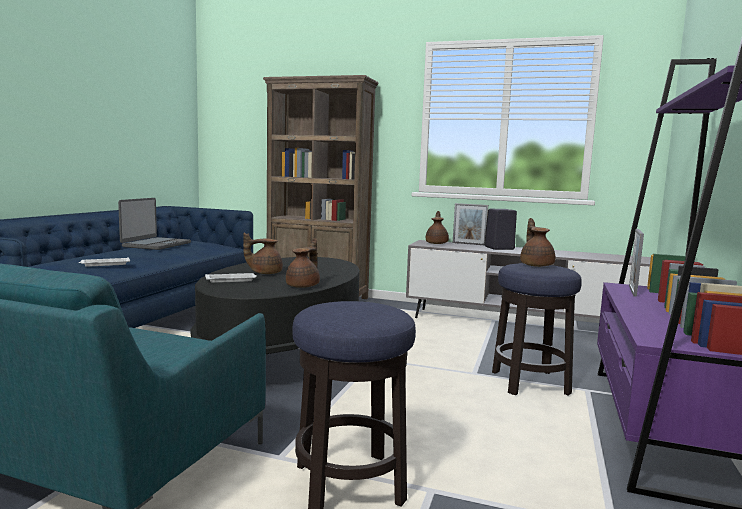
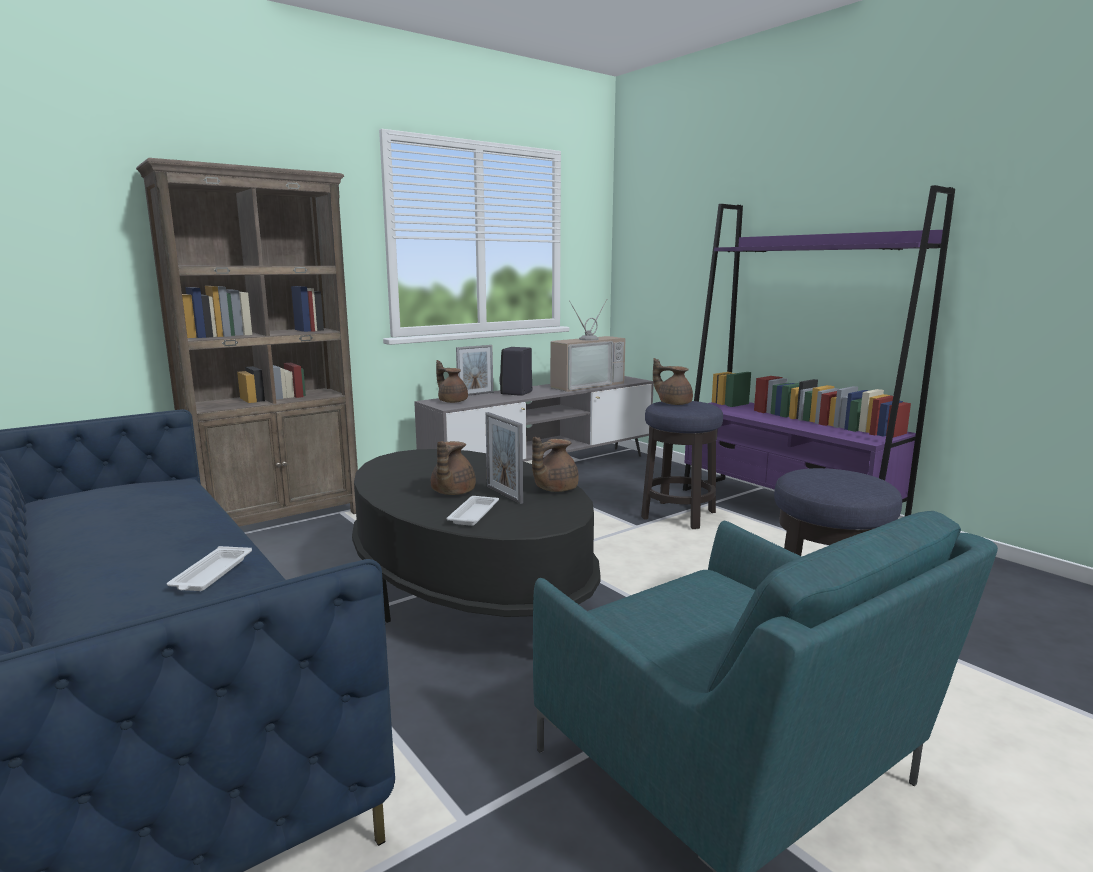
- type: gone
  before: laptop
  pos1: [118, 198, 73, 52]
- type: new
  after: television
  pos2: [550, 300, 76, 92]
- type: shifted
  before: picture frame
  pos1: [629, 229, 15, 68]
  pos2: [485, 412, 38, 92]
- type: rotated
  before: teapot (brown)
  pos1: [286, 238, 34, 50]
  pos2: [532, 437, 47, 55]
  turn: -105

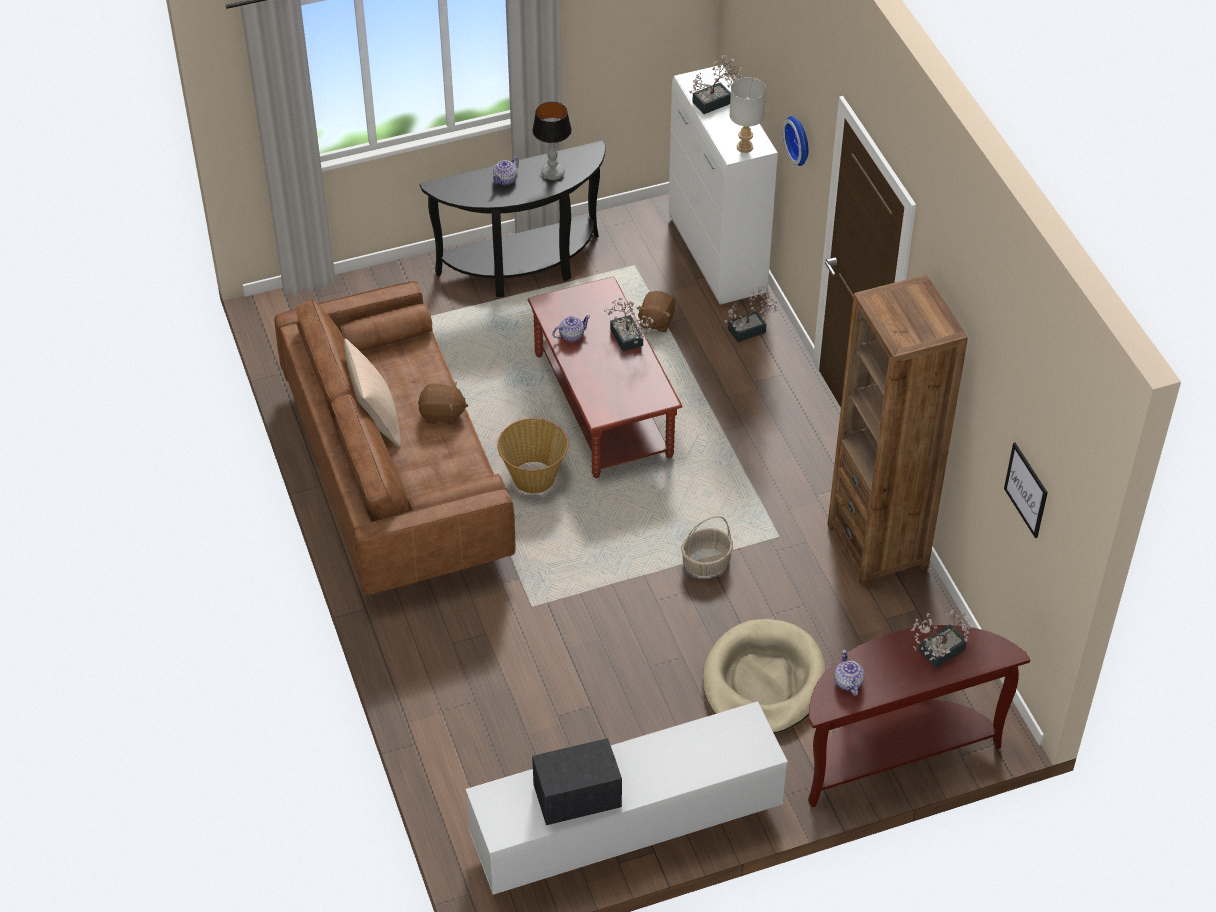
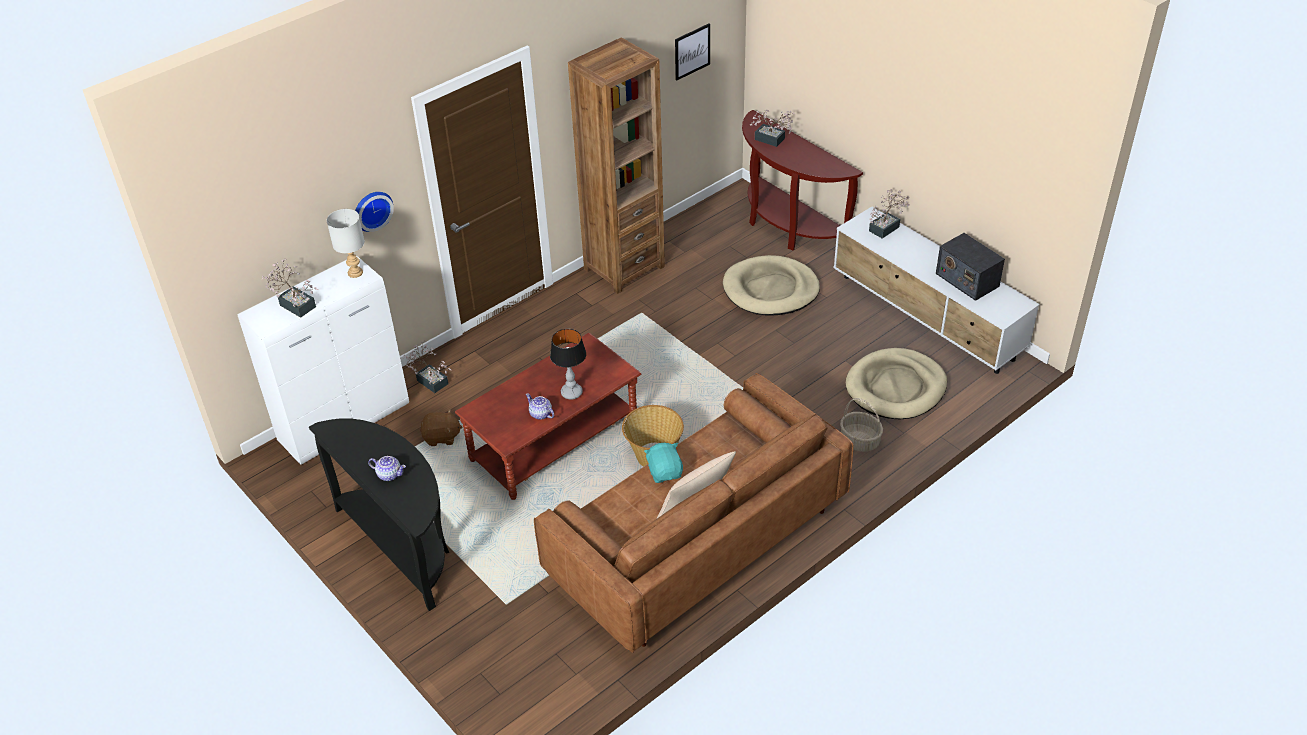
- type: gone
  before: teapot
  pos1: [834, 650, 31, 46]
- type: new
  after: dog bed (beige)
  pos2: [846, 348, 101, 71]
- type: shifted
  before: table lamp
  pos1: [532, 102, 40, 78]
  pos2: [550, 329, 36, 71]
- type: shifted
  before: potted plant
  pos1: [604, 298, 50, 53]
  pos2: [869, 189, 40, 50]
- type: shifted
  before: basket
  pos1: [681, 516, 52, 60]
  pos2: [840, 398, 43, 54]
- type: repainted
  before: plush toy (brown)
  after: plush toy (turquoise)
  pos1: [418, 382, 50, 43]
  pos2: [644, 443, 39, 40]

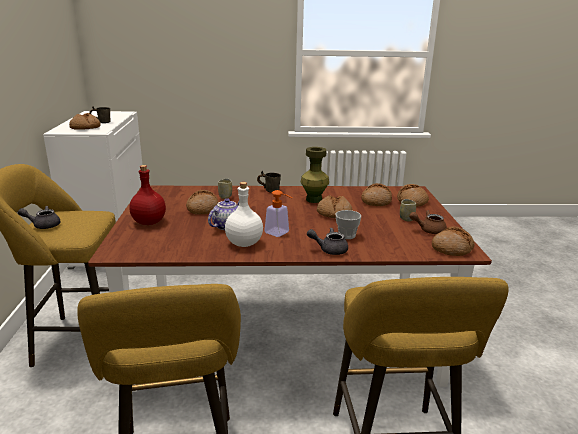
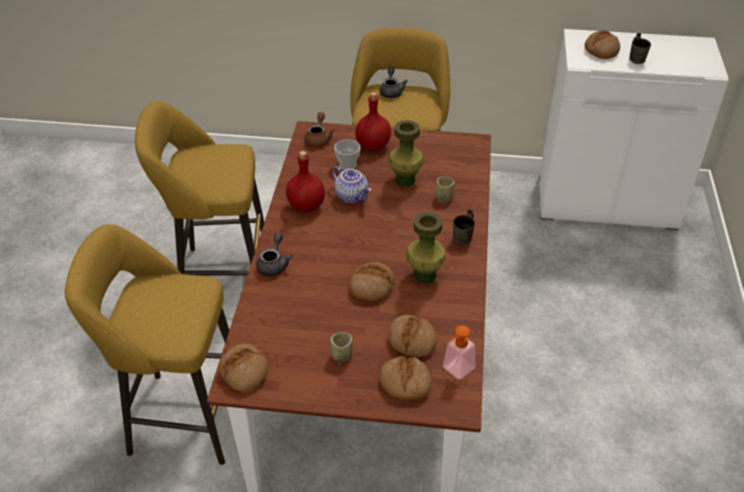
- type: shifted
  before: soap dispenser
  pos1: [264, 190, 28, 47]
  pos2: [443, 325, 32, 55]
- type: shifted
  before: cup
  pos1: [336, 210, 25, 29]
  pos2: [334, 139, 26, 31]
- type: shifted
  before: teapot (brown)
  pos1: [409, 210, 38, 24]
  pos2: [304, 112, 31, 35]
- type: swapped
  before: bread
  after: vase (green)
  pos1: [186, 190, 32, 24]
  pos2: [388, 120, 36, 66]
- type: repainted
  before: bottle (white)
  after: bottle (red)
  pos1: [225, 182, 38, 65]
  pos2: [286, 151, 39, 61]

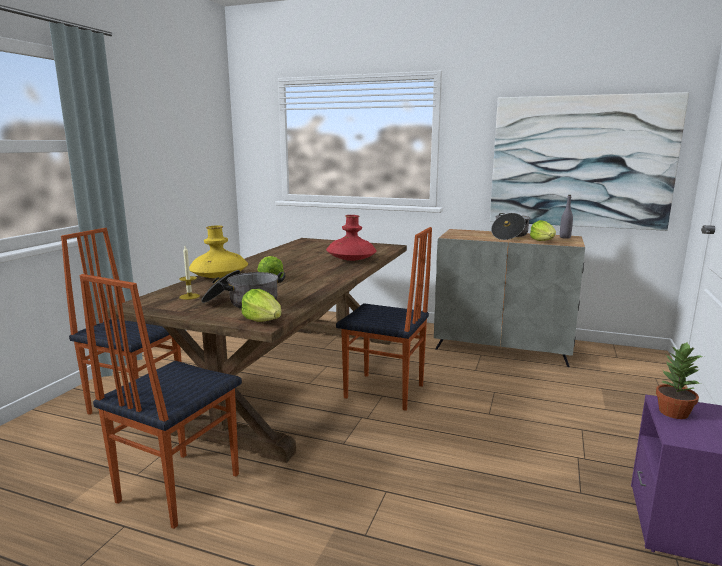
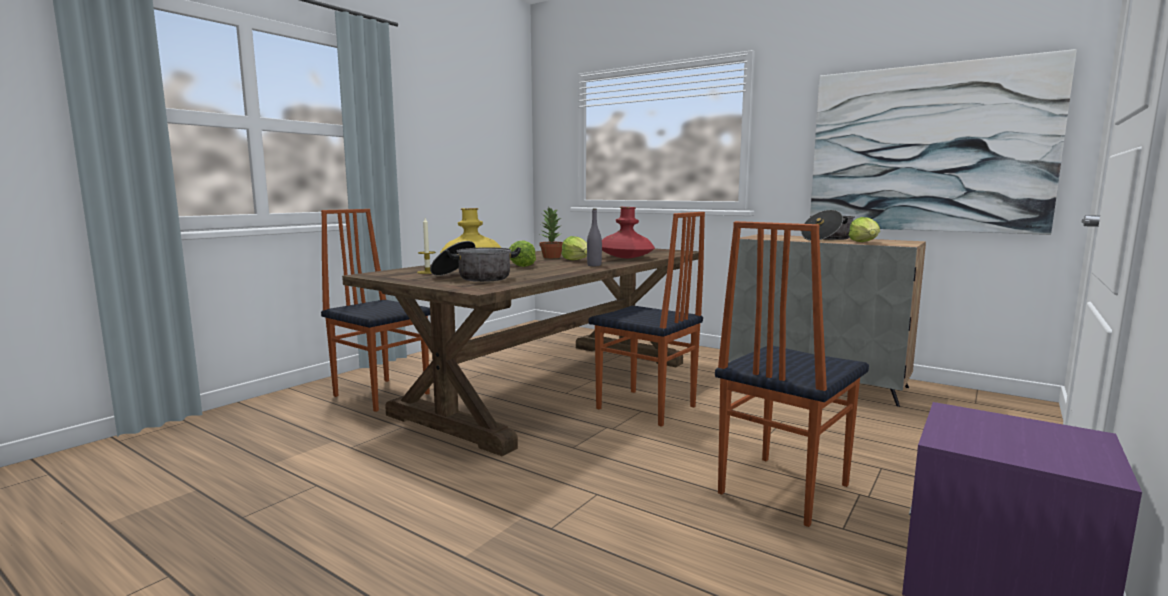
- type: shifted
  before: chair
  pos1: [79, 274, 163, 255]
  pos2: [715, 221, 154, 306]
- type: shifted
  before: lettuce
  pos1: [242, 289, 39, 33]
  pos2: [561, 236, 26, 24]
- type: shifted
  before: bottle (grey)
  pos1: [560, 195, 13, 44]
  pos2: [587, 208, 15, 58]
- type: shifted
  before: potted plant
  pos1: [656, 341, 47, 78]
  pos2: [539, 208, 24, 50]

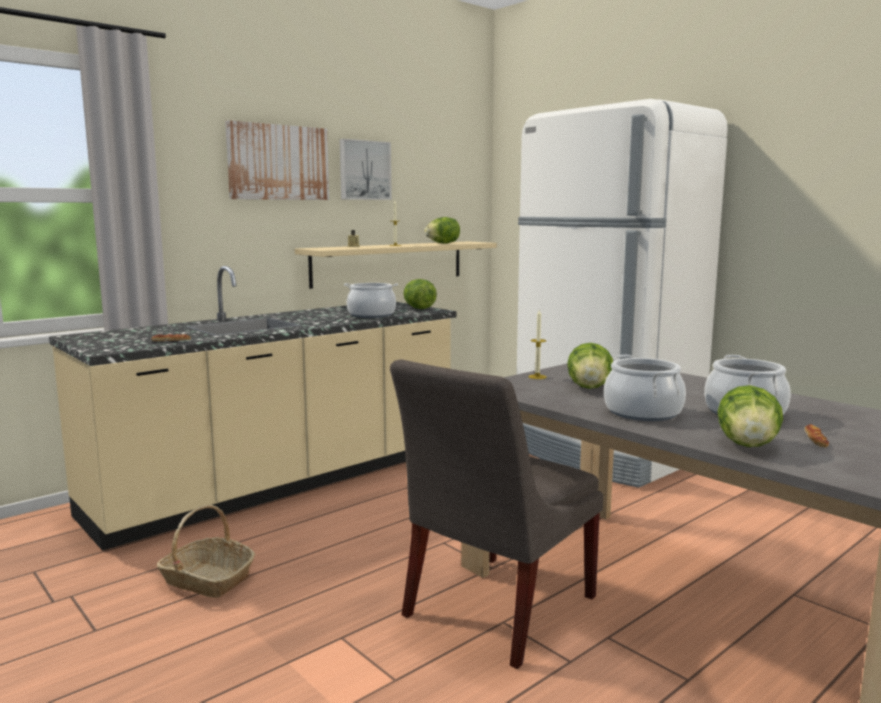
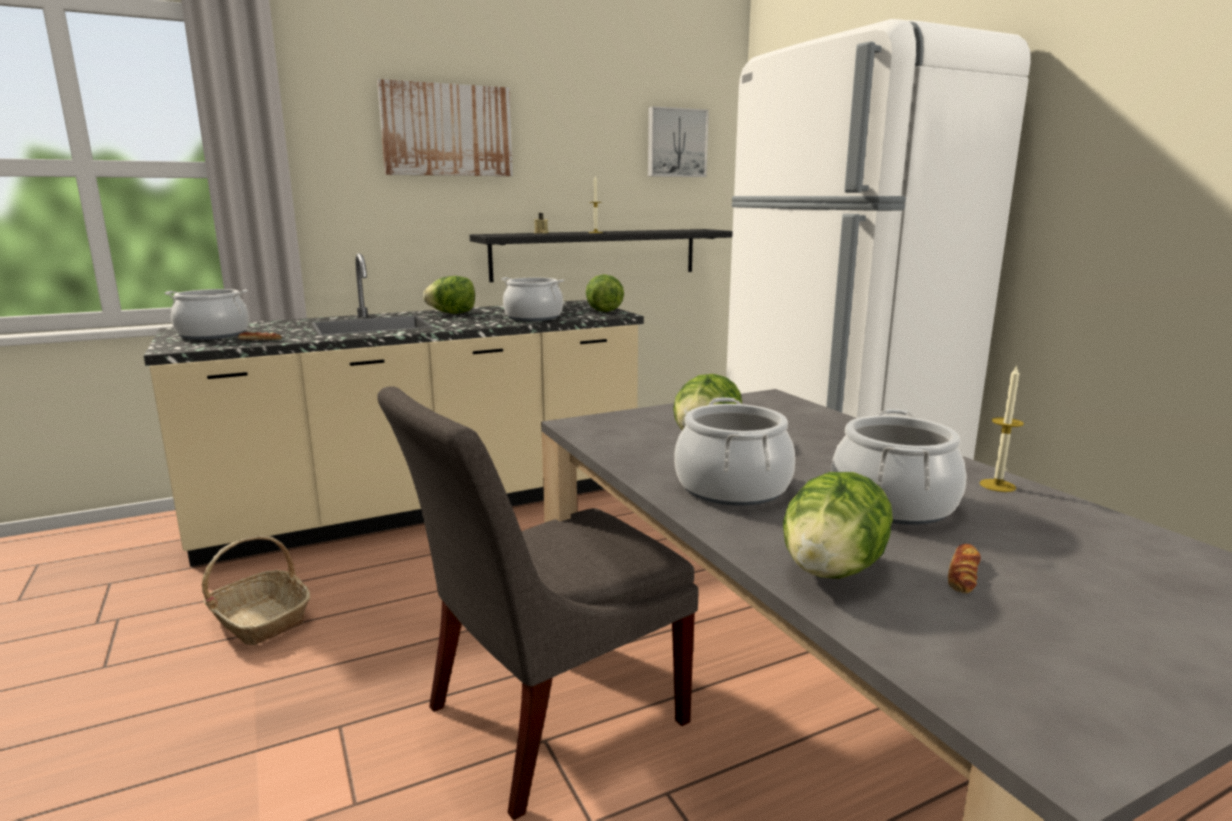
- type: new
  after: cooking pot
  pos2: [165, 289, 84, 51]
- type: shifted
  before: picture
  pos1: [340, 139, 52, 61]
  pos2: [648, 106, 61, 71]
- type: shifted
  before: lettuce
  pos1: [424, 217, 36, 27]
  pos2: [423, 276, 52, 38]
- type: shifted
  before: candle
  pos1: [528, 310, 19, 69]
  pos2: [980, 365, 44, 127]
- type: repainted
  before: shelf (beige)
  after: shelf (black)
  pos1: [295, 241, 202, 48]
  pos2: [470, 229, 263, 53]

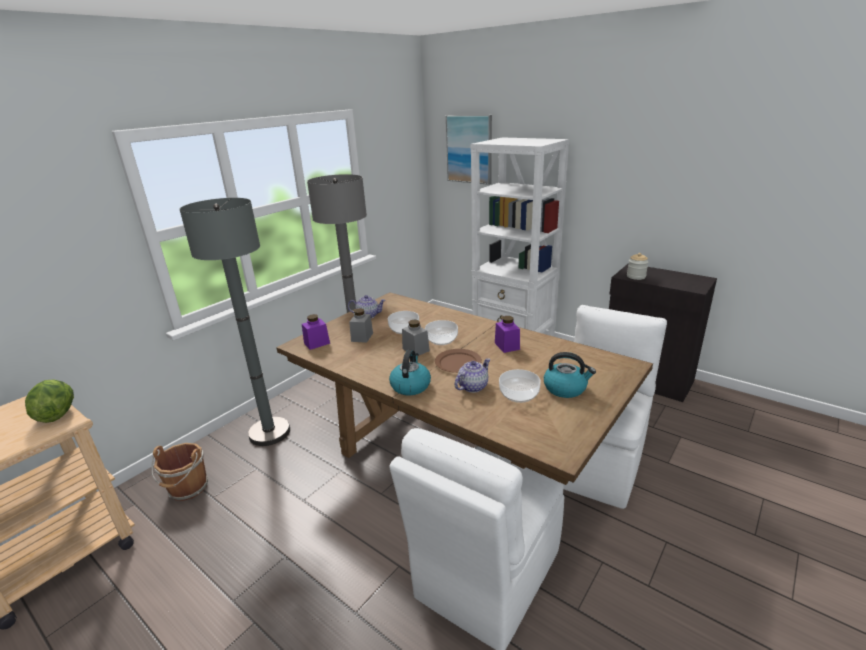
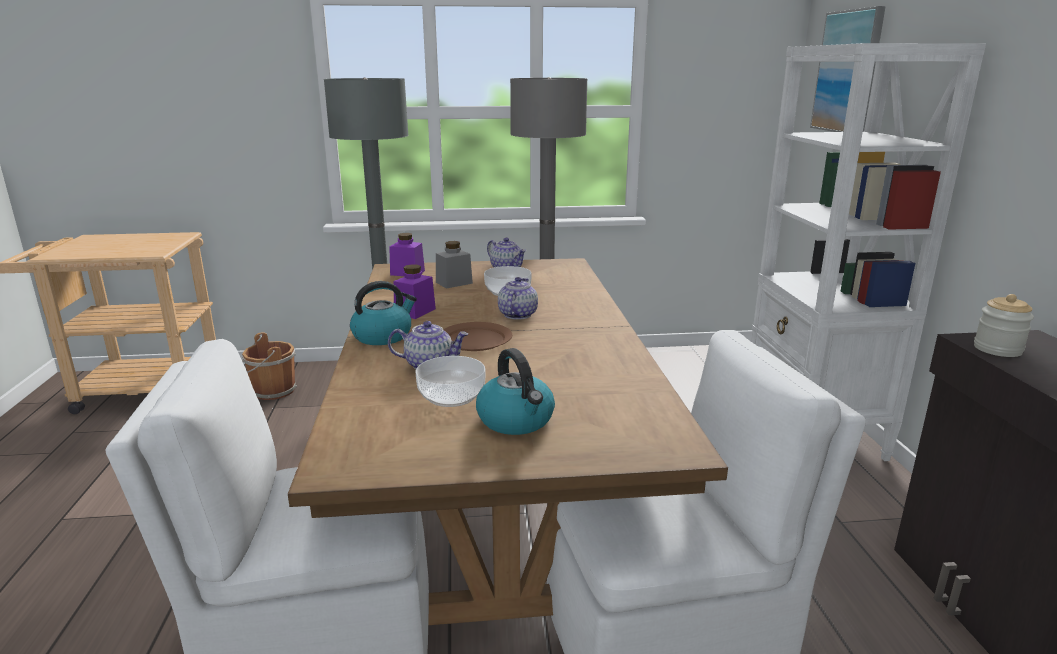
- type: gone
  before: lettuce
  pos1: [25, 380, 49, 43]
- type: gone
  before: jar (grey)
  pos1: [402, 320, 28, 36]
- type: shifted
  before: jar (purple)
  pos1: [495, 316, 25, 37]
  pos2: [393, 264, 43, 55]
- type: swapped
  before: bowl
  after: teapot
  pos1: [425, 320, 33, 25]
  pos2: [498, 277, 40, 43]

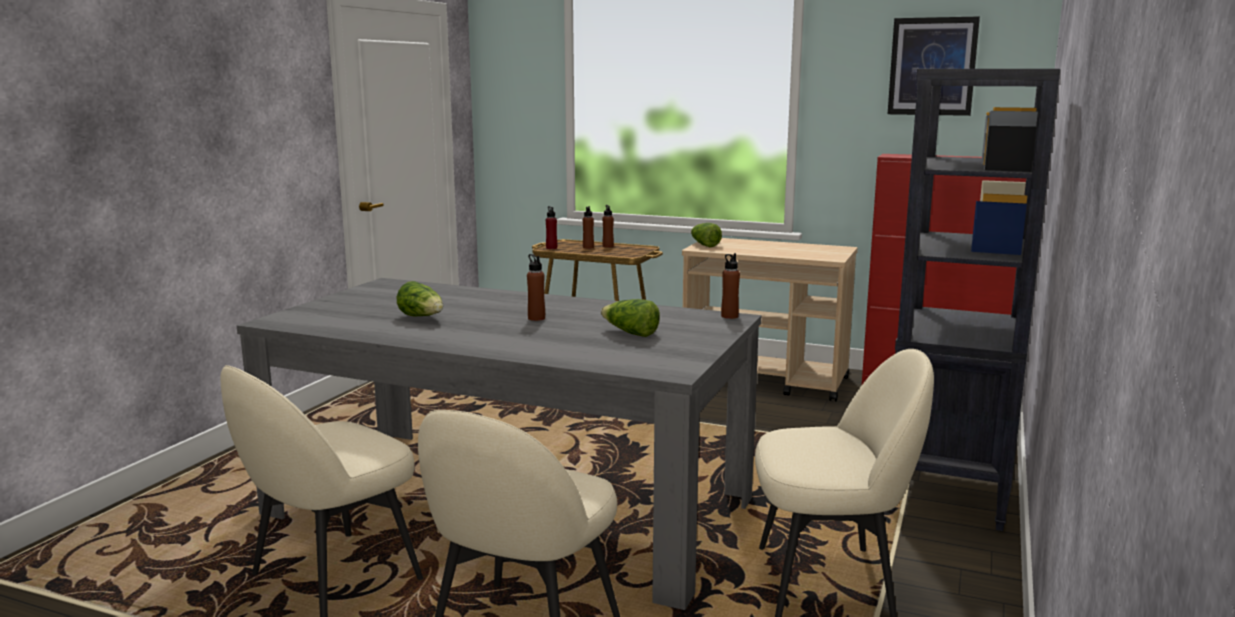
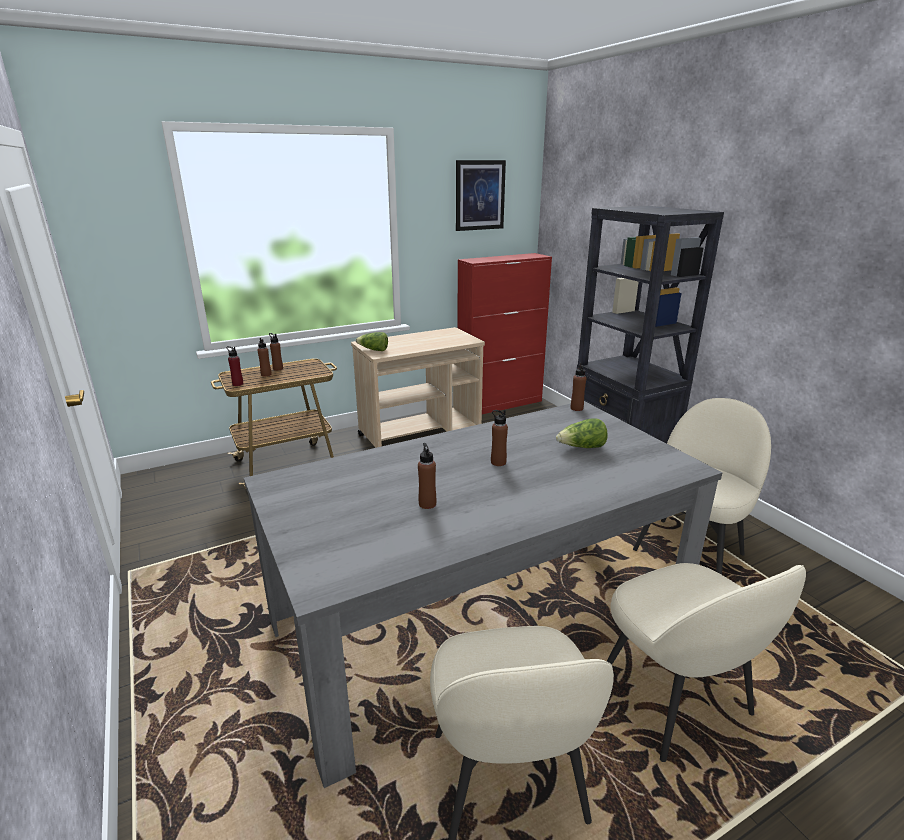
- type: swapped
  before: lettuce
  after: bottle (brown)
  pos1: [397, 281, 46, 35]
  pos2: [418, 443, 18, 66]

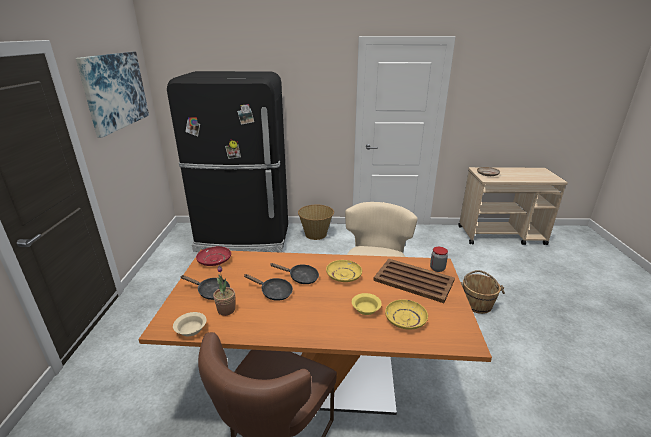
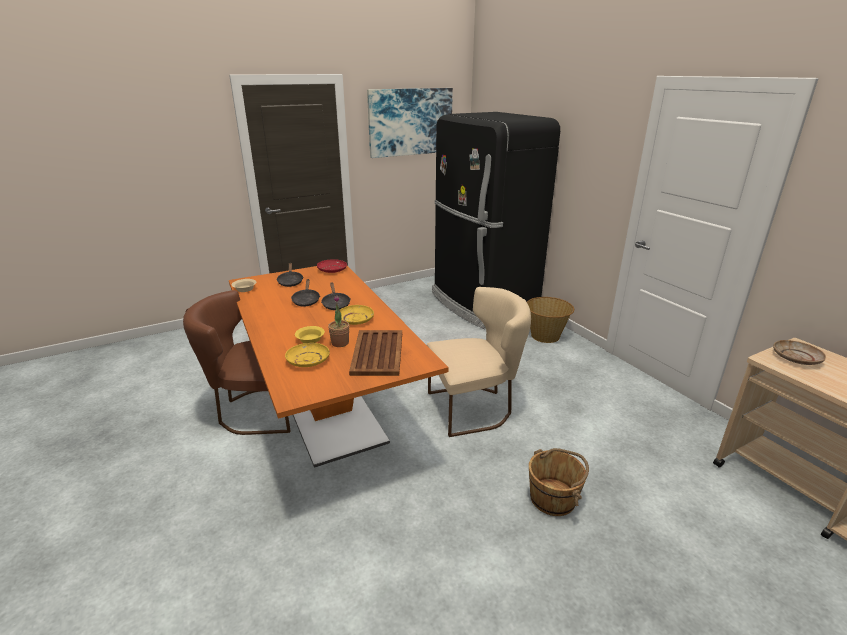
- type: gone
  before: jar
  pos1: [430, 247, 18, 25]
- type: shifted
  before: potted plant
  pos1: [213, 265, 22, 51]
  pos2: [328, 295, 21, 52]

